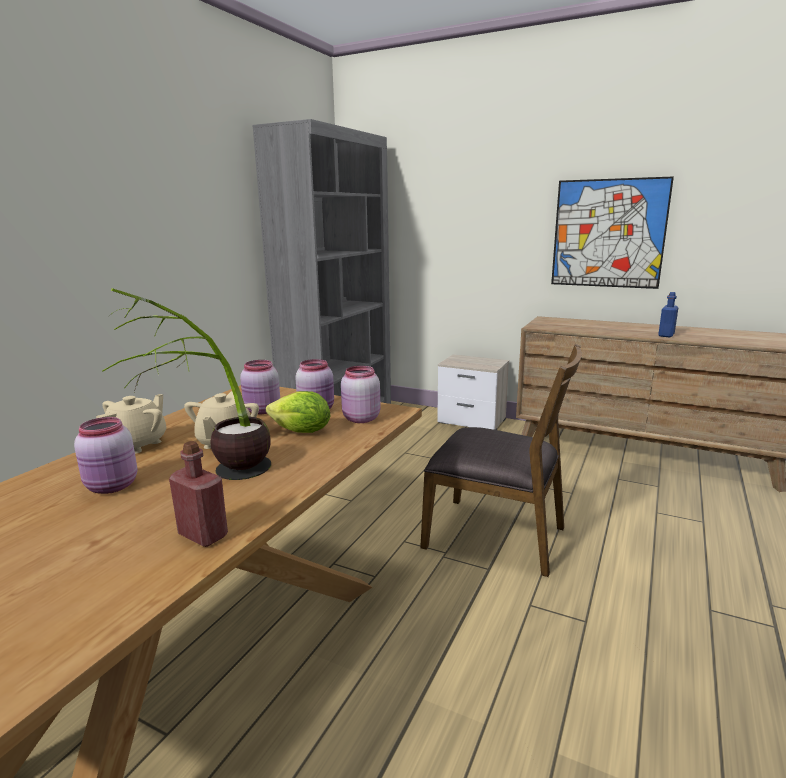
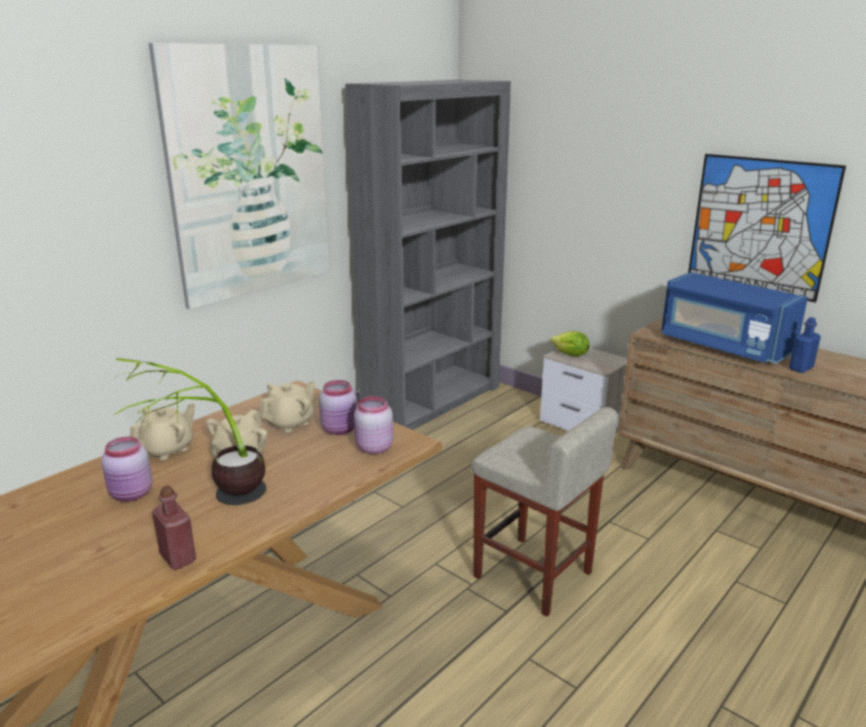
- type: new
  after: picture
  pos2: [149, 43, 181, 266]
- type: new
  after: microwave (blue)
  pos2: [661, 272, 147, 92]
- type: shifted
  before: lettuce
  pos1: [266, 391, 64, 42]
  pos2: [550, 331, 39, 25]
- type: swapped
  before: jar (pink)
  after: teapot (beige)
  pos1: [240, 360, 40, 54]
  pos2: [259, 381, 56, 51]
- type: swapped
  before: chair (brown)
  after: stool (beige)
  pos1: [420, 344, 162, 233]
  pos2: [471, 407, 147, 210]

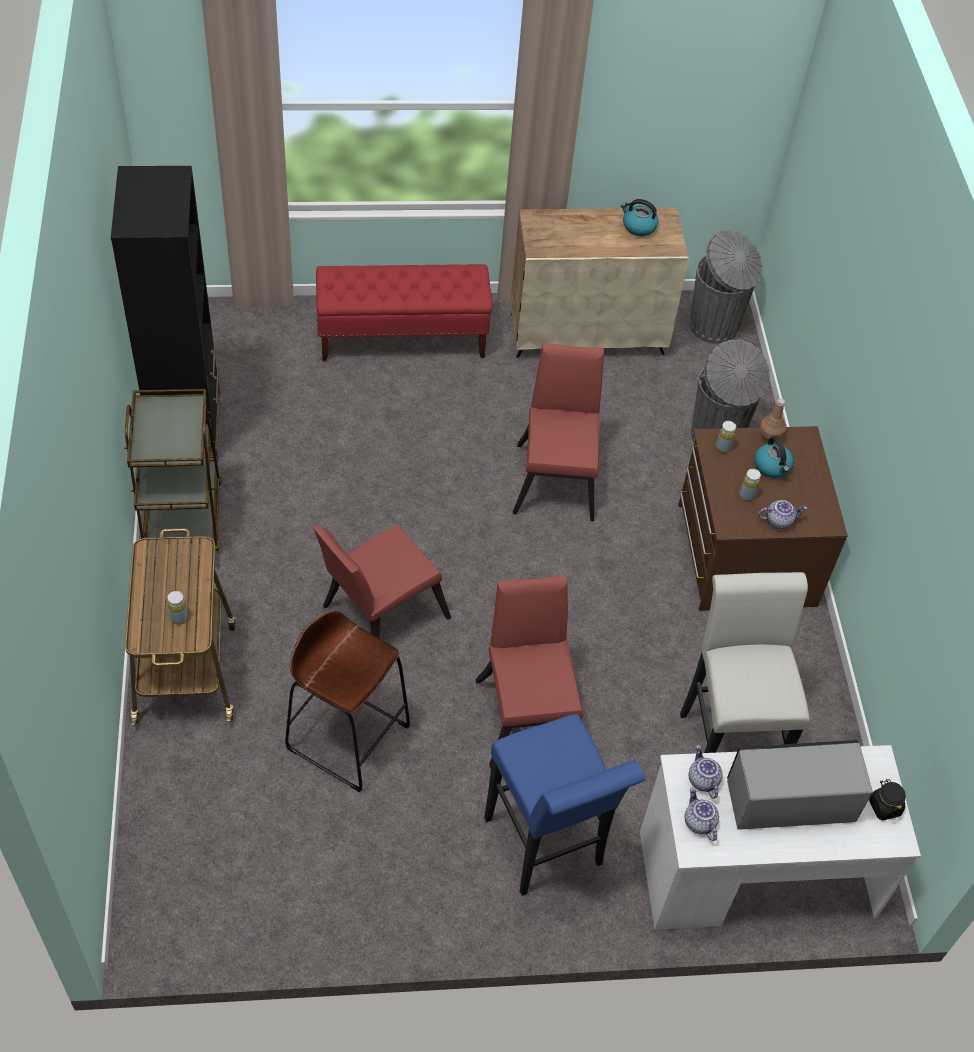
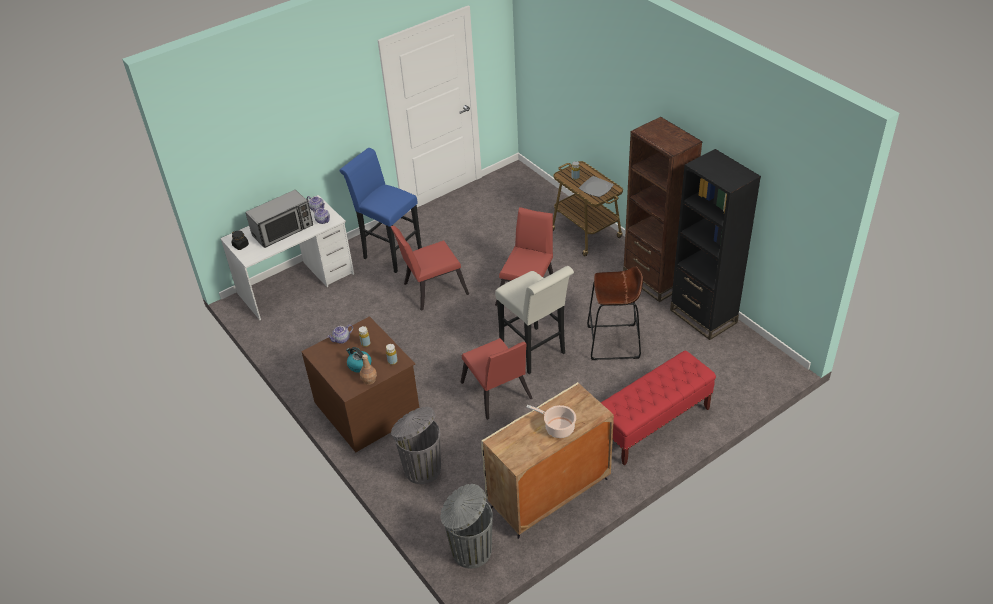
- type: gone
  before: kettle
  pos1: [621, 199, 38, 37]
- type: new
  after: cooking pot
  pos2: [526, 405, 50, 33]
- type: new
  after: plate
  pos2: [579, 176, 35, 21]
- type: shifted
  before: stool (brown)
  pos1: [285, 610, 125, 182]
  pos2: [587, 267, 56, 93]
- type: shifted
  before: stool (white)
  pos1: [680, 572, 130, 181]
  pos2: [495, 266, 79, 108]
- type: swapped
  before: cart (brown)
  after: bookcase (brown)
  pos1: [124, 389, 99, 174]
  pos2: [623, 117, 79, 185]
- type: rotated
  before: chair (red)
  pos1: [475, 575, 108, 193]
  pos2: [391, 226, 78, 85]
  turn: 105

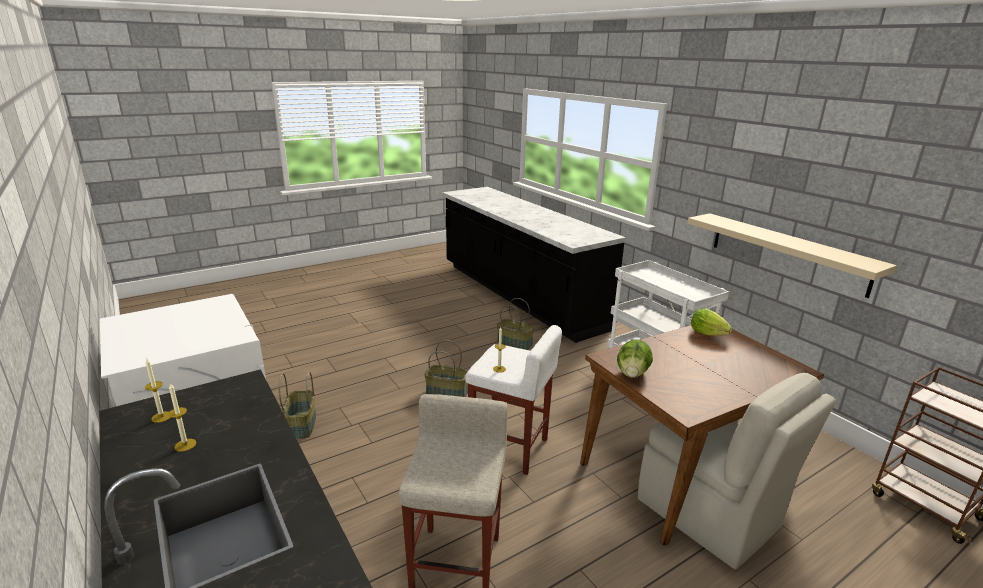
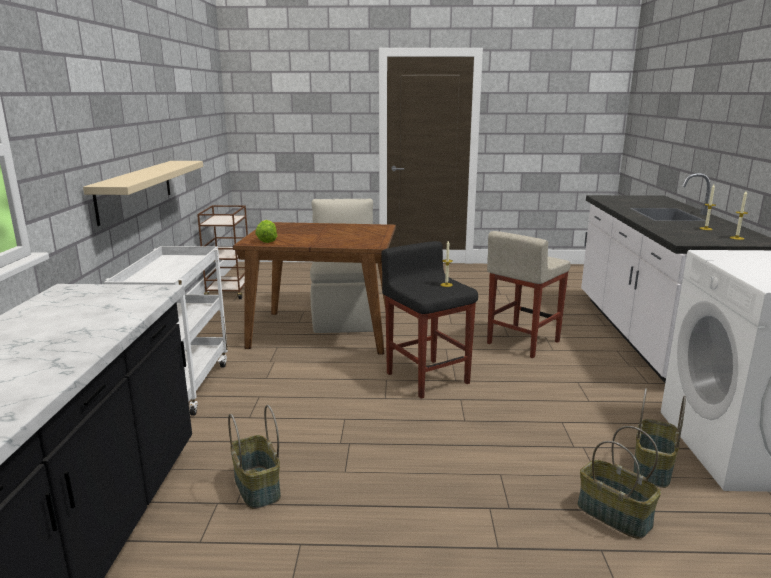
- type: gone
  before: lettuce
  pos1: [617, 339, 36, 39]
- type: shifted
  before: basket
  pos1: [424, 340, 44, 57]
  pos2: [578, 426, 83, 113]
- type: repainted
  before: stool (white)
  after: stool (black)
  pos1: [465, 325, 97, 150]
  pos2: [381, 241, 97, 158]

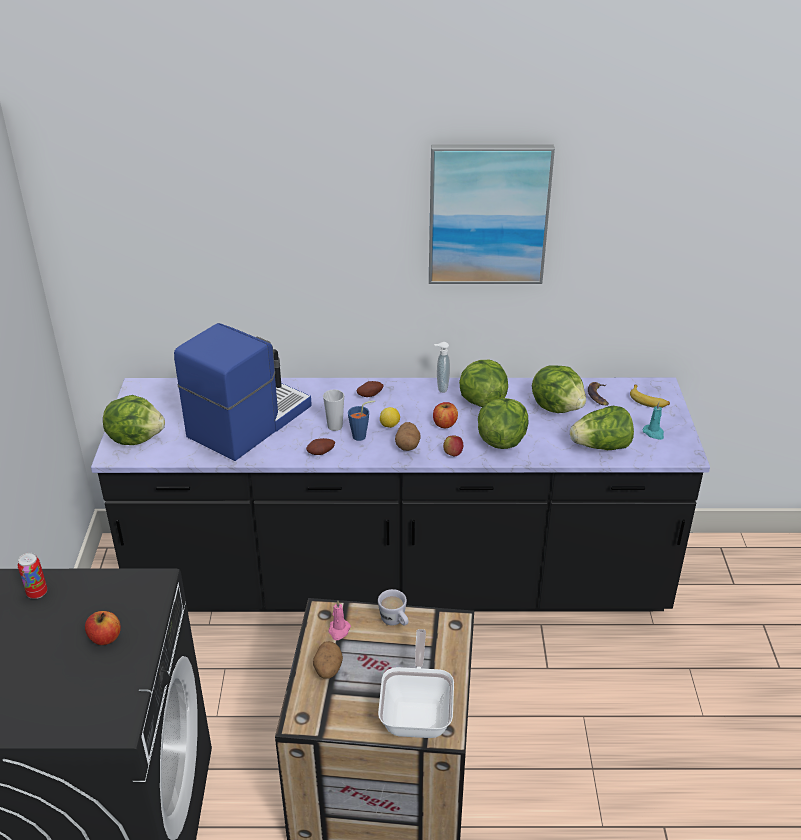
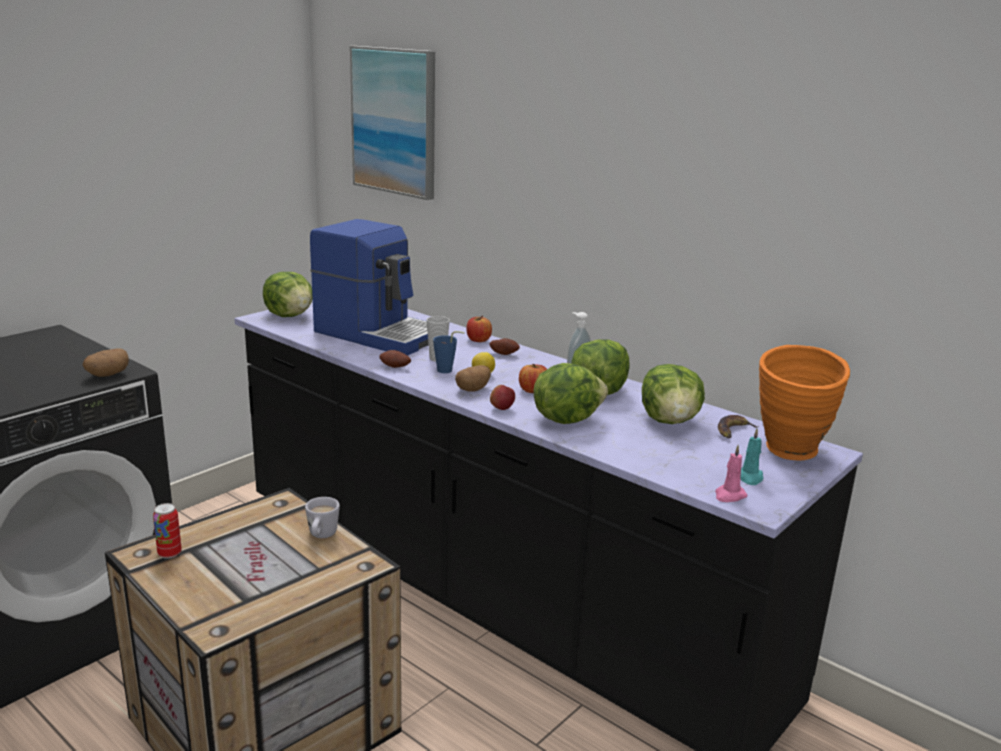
- type: gone
  before: frying pan
  pos1: [378, 629, 76, 109]
- type: gone
  before: lettuce
  pos1: [570, 406, 64, 44]
- type: shifted
  before: can
  pos1: [18, 553, 29, 46]
  pos2: [153, 503, 29, 56]
- type: shifted
  before: apple
  pos1: [85, 611, 36, 34]
  pos2: [466, 315, 26, 27]
- type: shifted
  before: potato
  pos1: [313, 641, 30, 38]
  pos2: [83, 348, 46, 29]
- type: shifted
  before: candle (pink)
  pos1: [329, 600, 22, 40]
  pos2: [715, 445, 33, 57]
- type: shifted
  before: picture
  pos1: [429, 145, 126, 139]
  pos2: [350, 46, 85, 154]
- type: swapped
  before: banana
  after: vase (orange)
  pos1: [630, 385, 40, 23]
  pos2: [759, 345, 91, 115]
- type: rotated
  before: coffee machine
  pos1: [174, 323, 138, 138]
  pos2: [310, 219, 118, 137]
  turn: 45

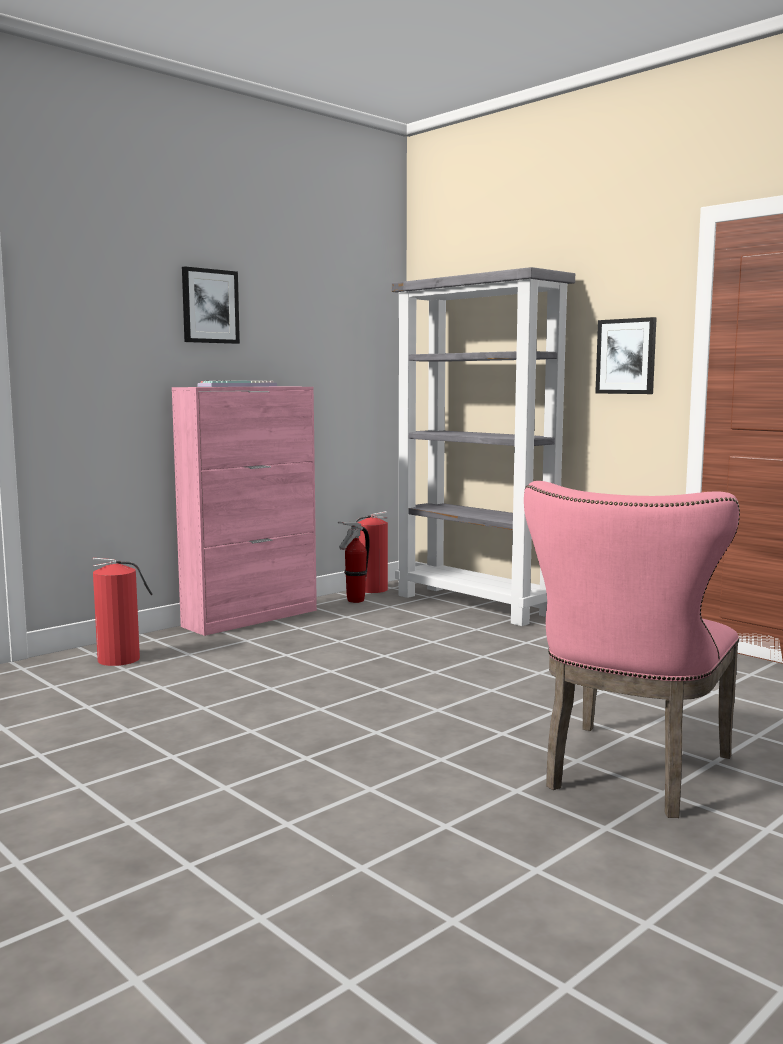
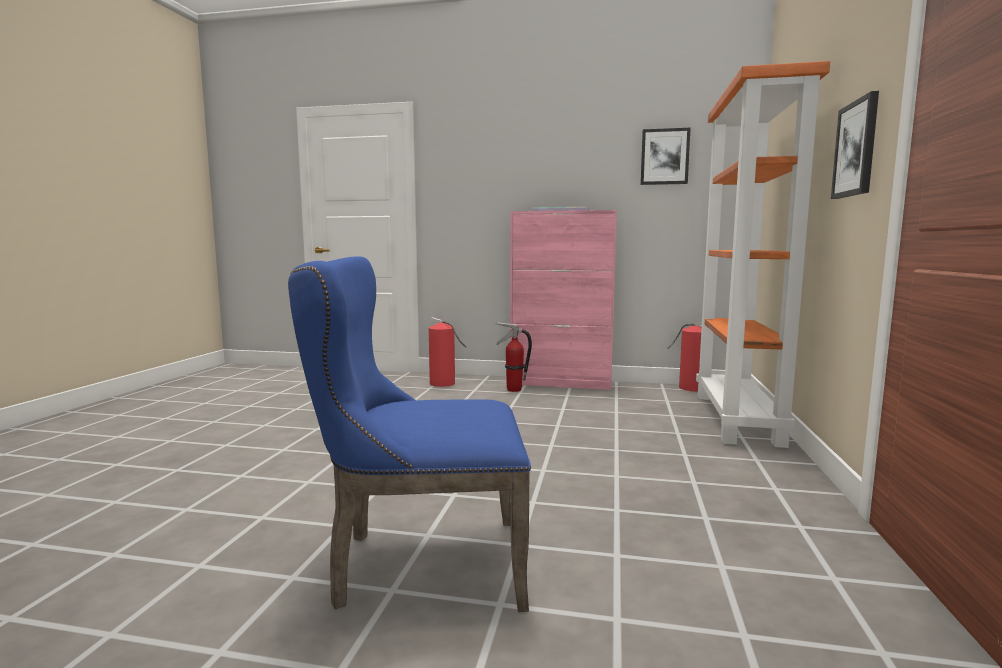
- type: shifted
  before: picture
  pos1: [182, 266, 58, 78]
  pos2: [640, 128, 51, 57]
- type: shifted
  before: fire extinguisher
  pos1: [338, 522, 32, 81]
  pos2: [496, 322, 36, 70]
- type: repainted
  before: bookcase (grey)
  after: bookcase (orange)
  pos1: [392, 267, 183, 359]
  pos2: [696, 61, 134, 387]
- type: repainted
  before: chair (pink)
  after: chair (blue)
  pos1: [524, 481, 216, 337]
  pos2: [288, 256, 243, 356]

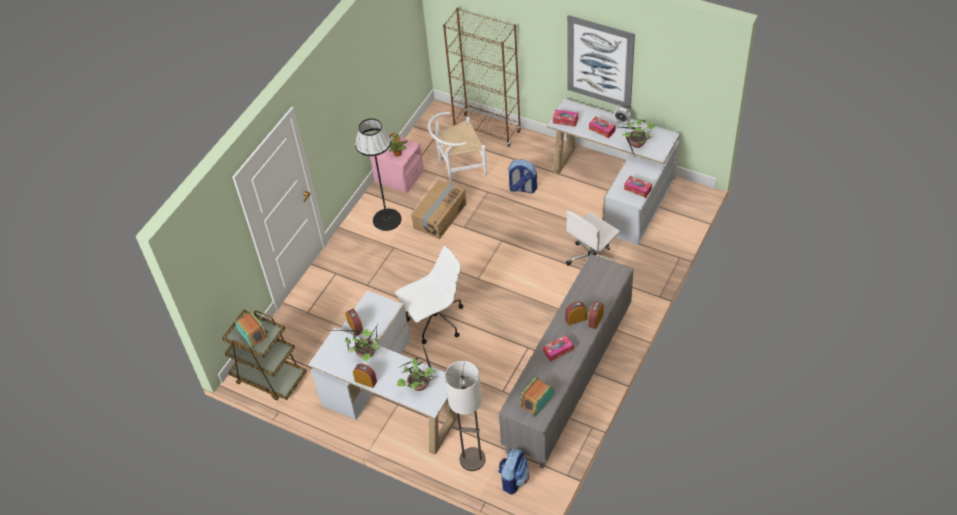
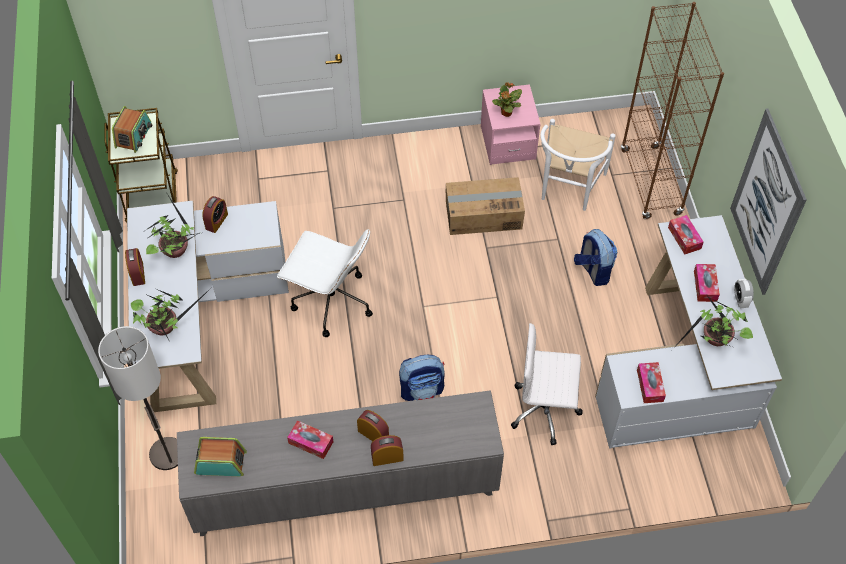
- type: gone
  before: floor lamp (black)
  pos1: [355, 118, 47, 113]
- type: shifted
  before: backpack
  pos1: [498, 449, 31, 46]
  pos2: [399, 355, 46, 46]
- type: rotated
  before: chair (white)
  pos1: [428, 112, 59, 71]
  pos2: [540, 119, 76, 92]
  turn: -105

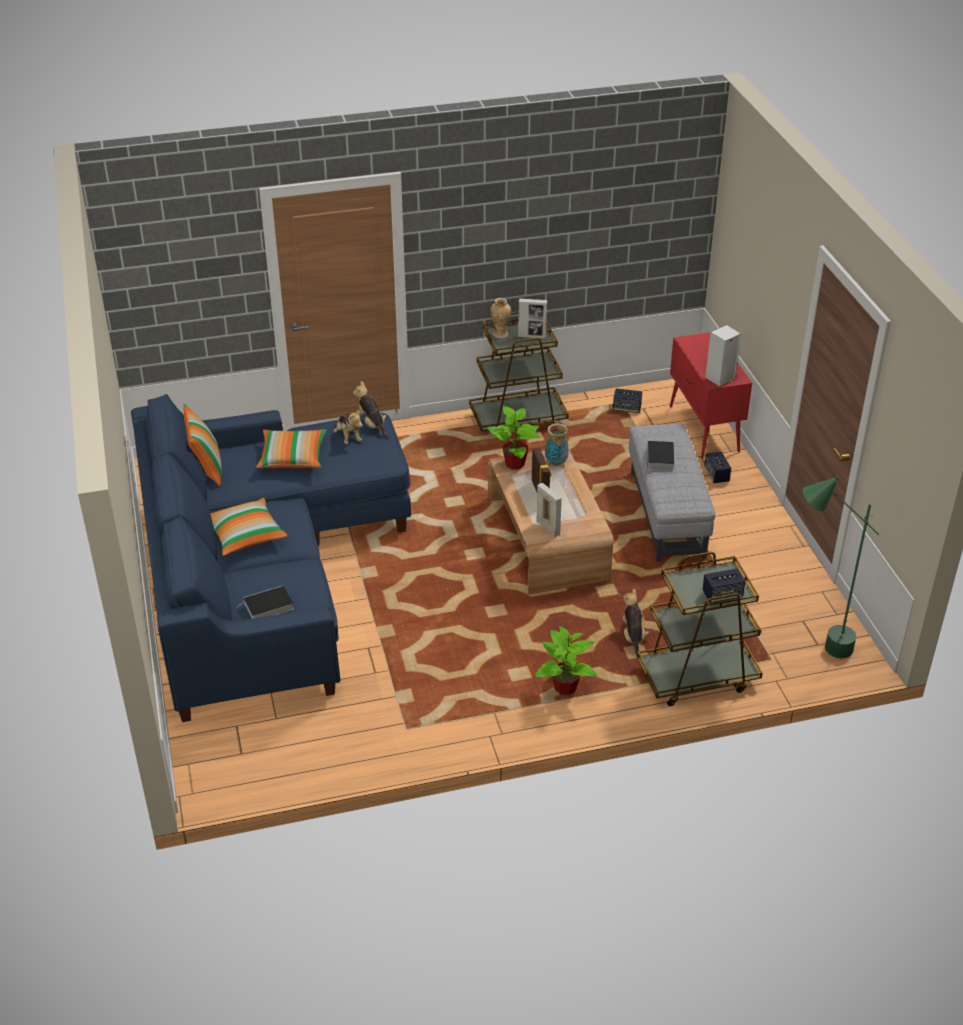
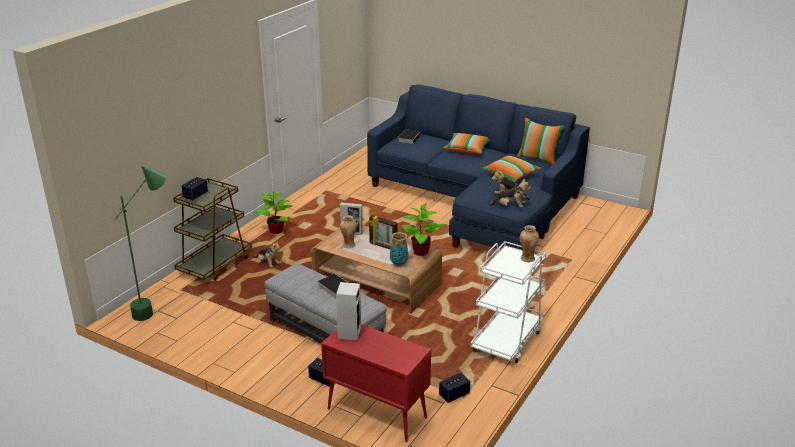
- type: gone
  before: picture frame
  pos1: [518, 298, 29, 41]
- type: new
  after: vase
  pos2: [340, 215, 17, 33]
- type: repainted
  before: cart (brown)
  after: cart (white)
  pos1: [469, 311, 100, 121]
  pos2: [470, 241, 76, 122]

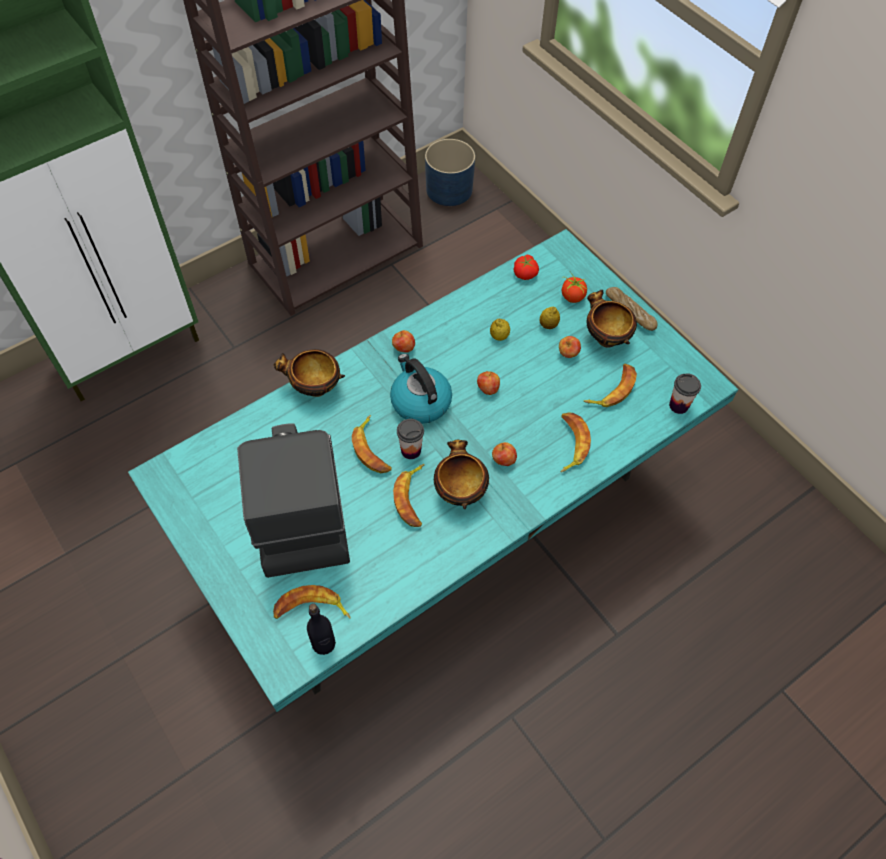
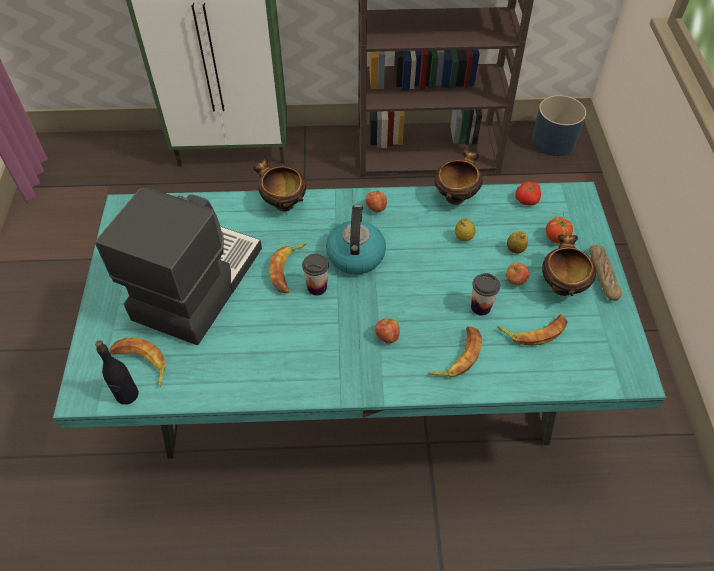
- type: gone
  before: banana
  pos1: [393, 464, 32, 63]
- type: gone
  before: apple
  pos1: [477, 371, 23, 24]
- type: shifted
  before: bowl
  pos1: [434, 439, 55, 70]
  pos2: [435, 149, 48, 56]
- type: shifted
  before: cup
  pos1: [669, 373, 32, 41]
  pos2: [471, 273, 29, 43]

